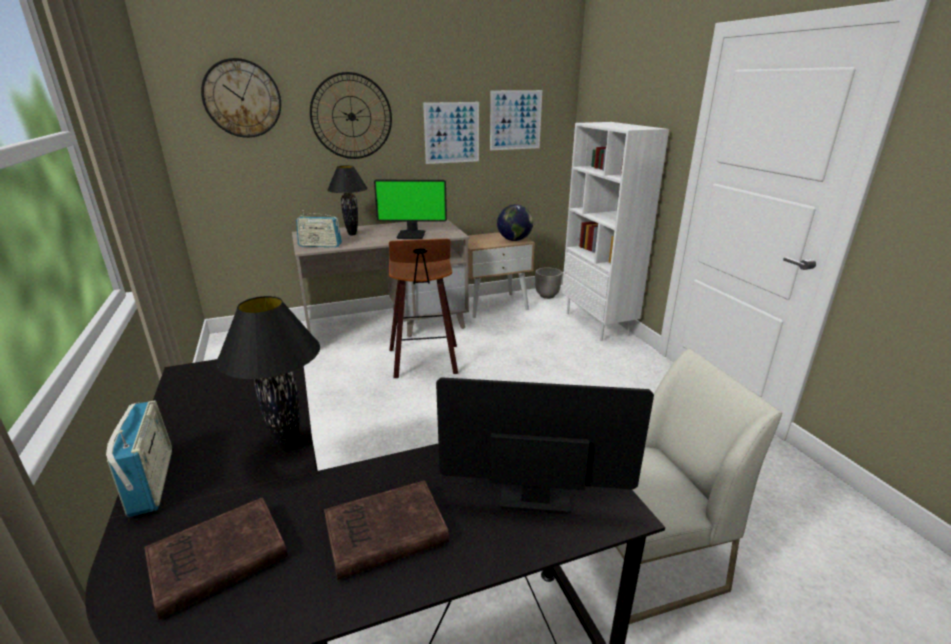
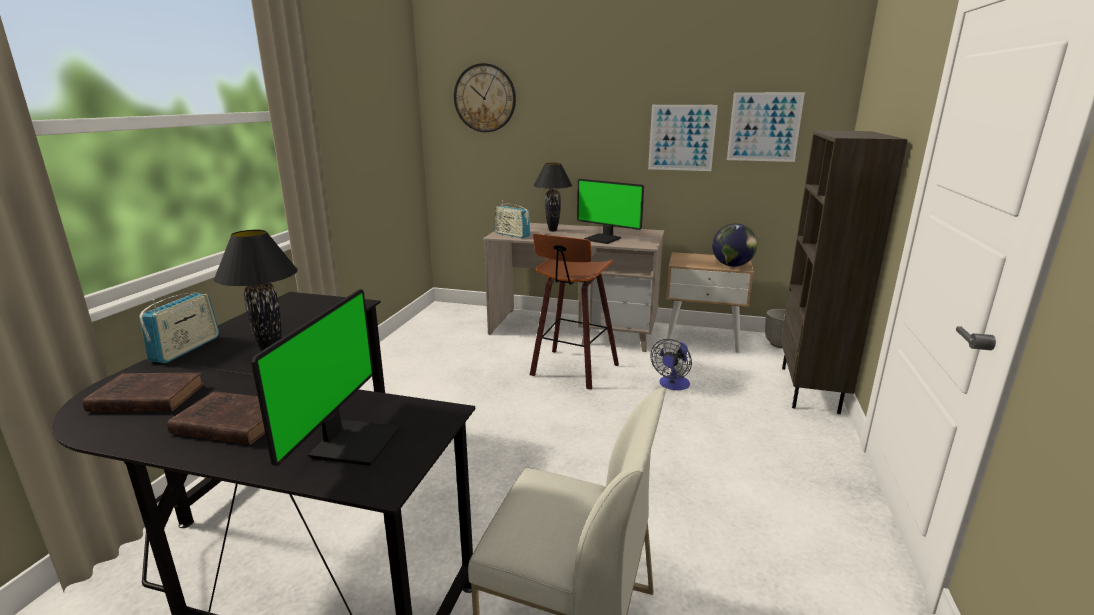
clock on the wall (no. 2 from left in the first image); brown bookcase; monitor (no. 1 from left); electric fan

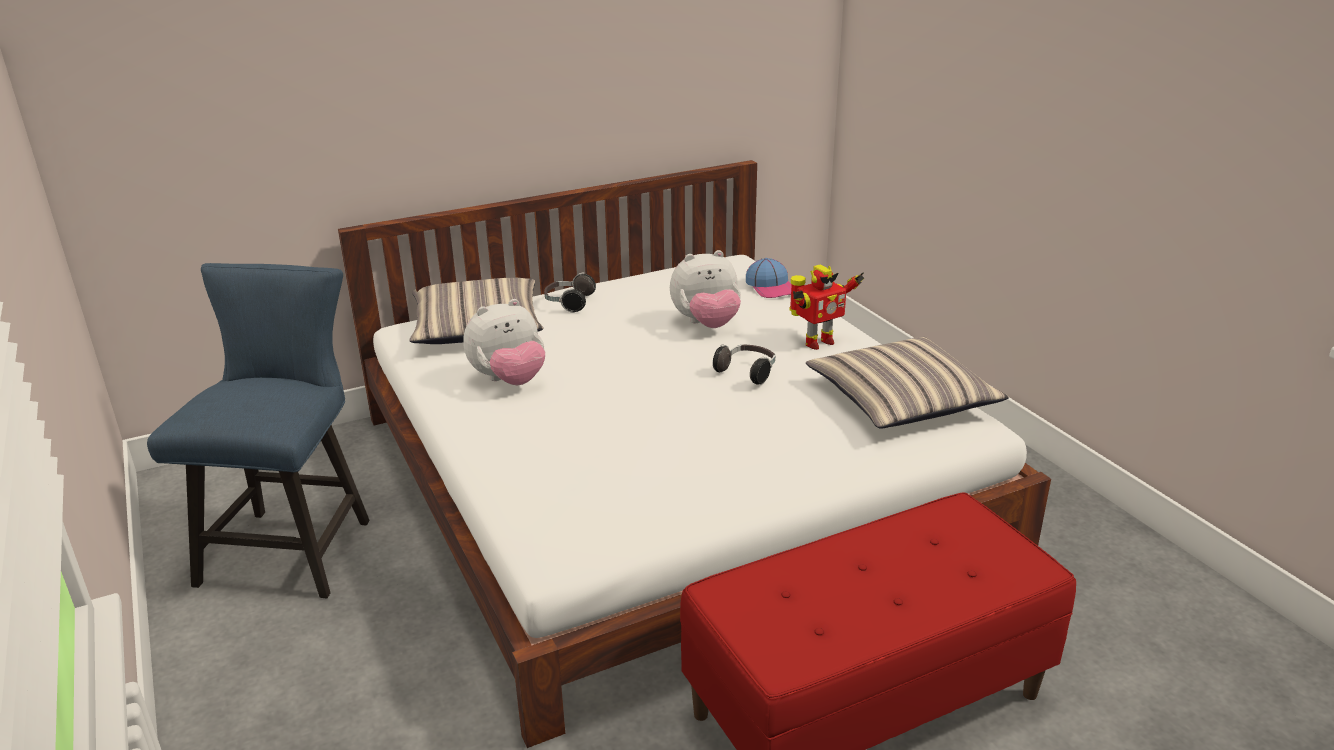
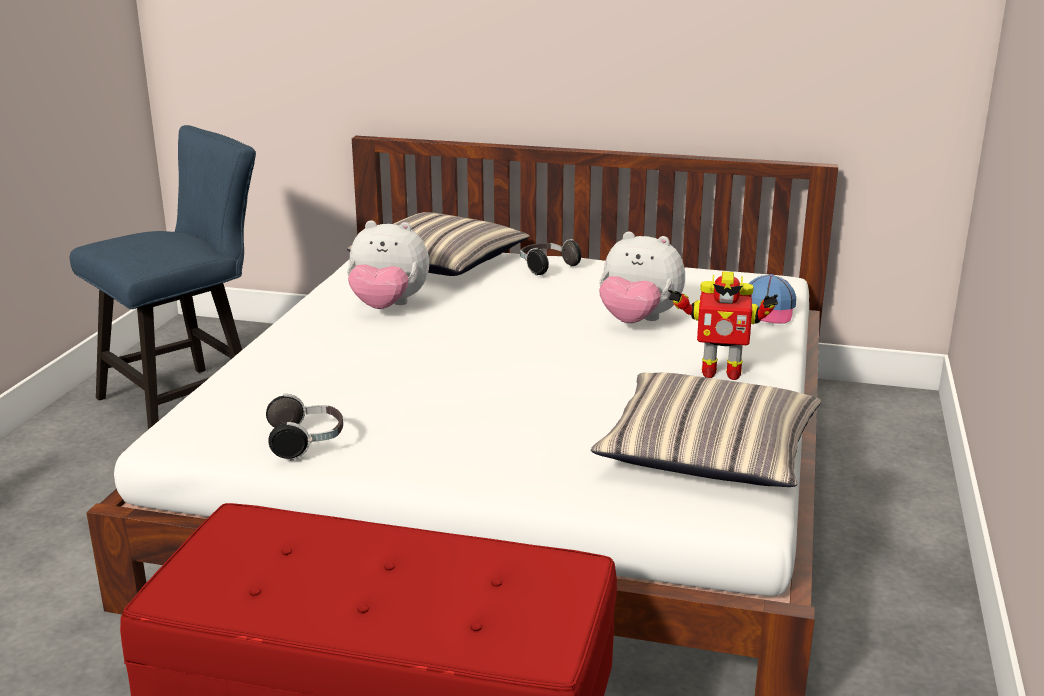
headset (no. 1 from left)

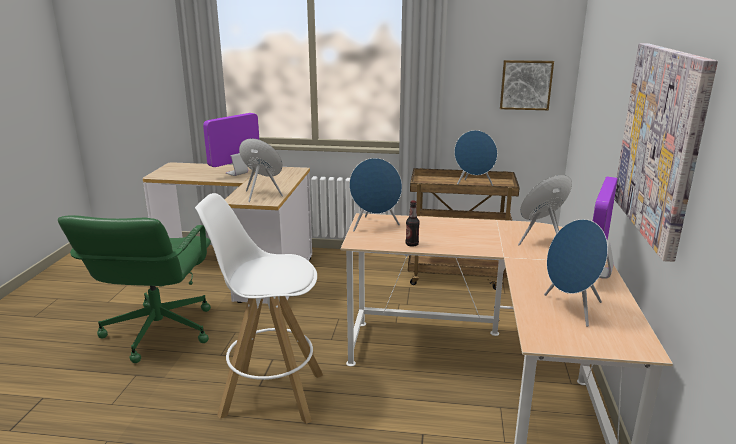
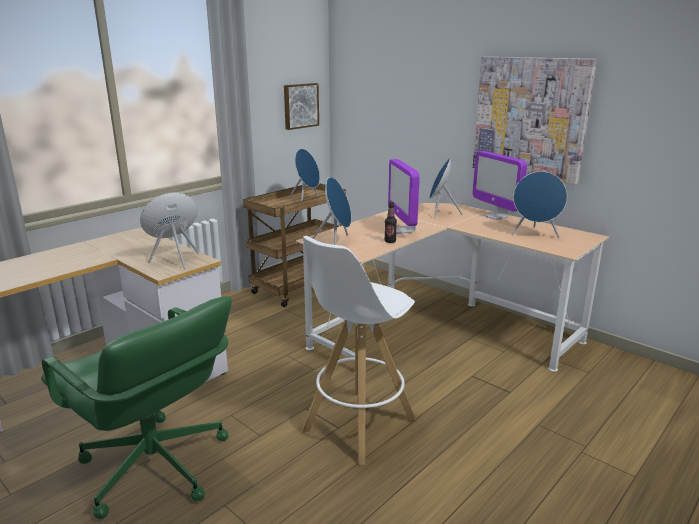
monitor (no. 1 from left)

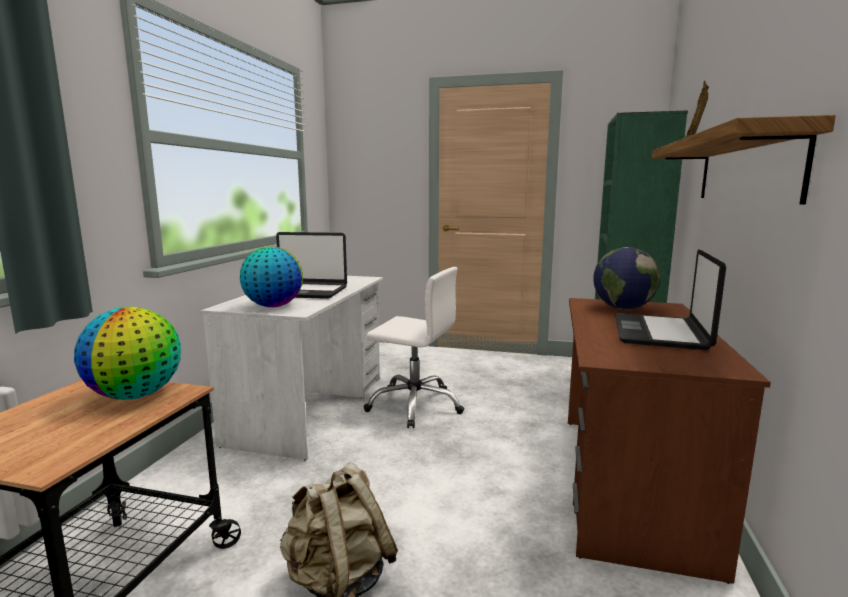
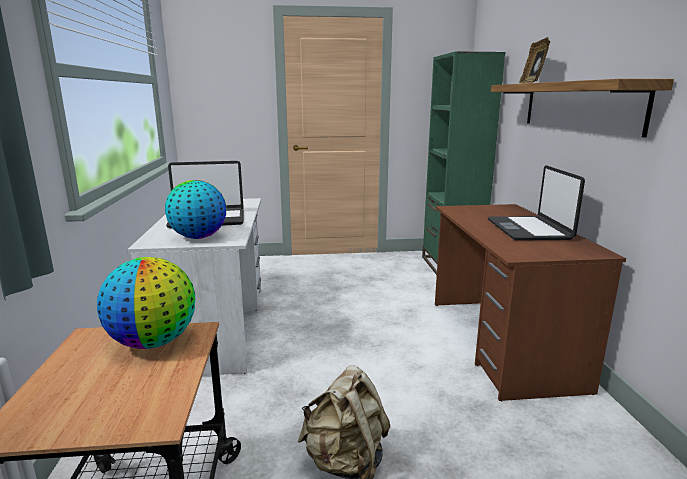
desk globe (no. 3 from left in the first image); white-coloured computer chair

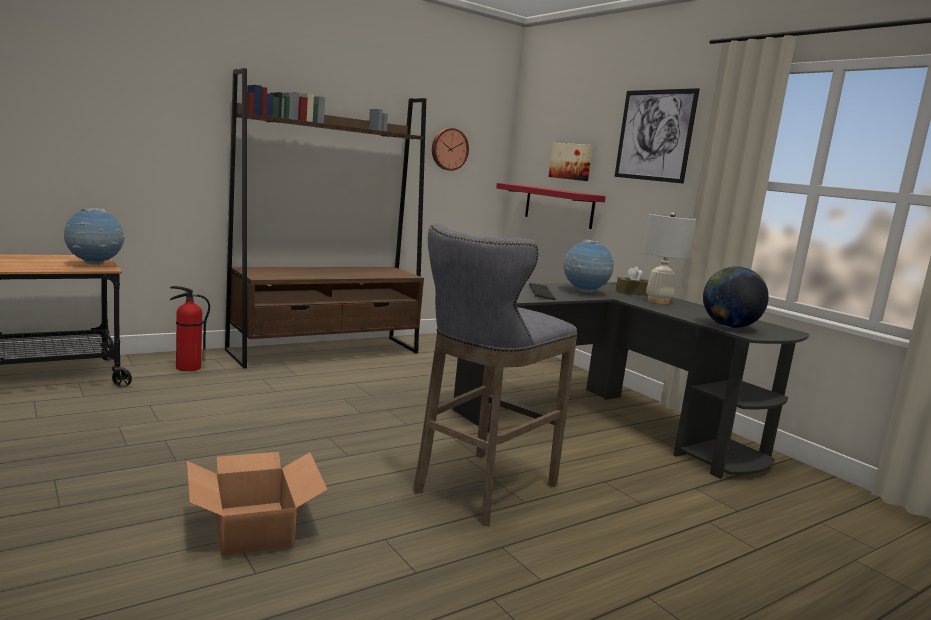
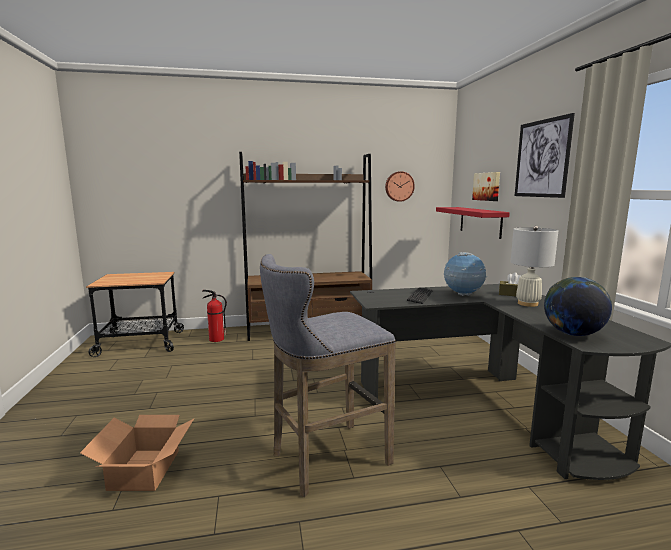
desk globe (no. 1 from left in the first image)

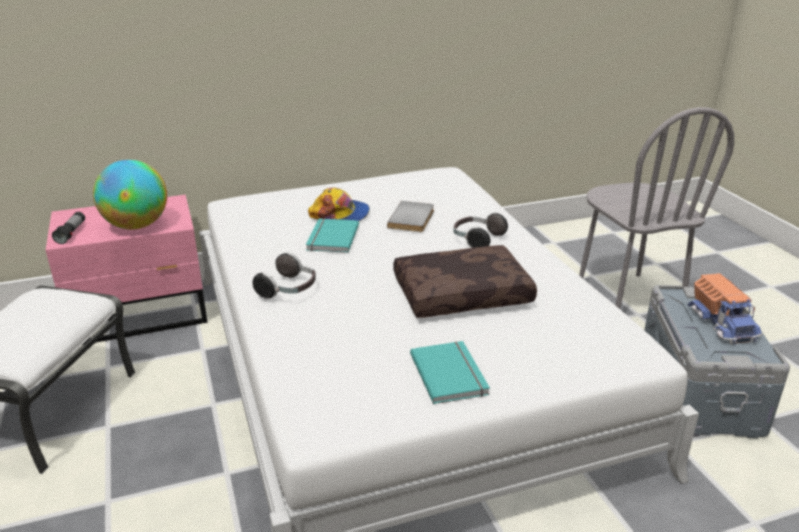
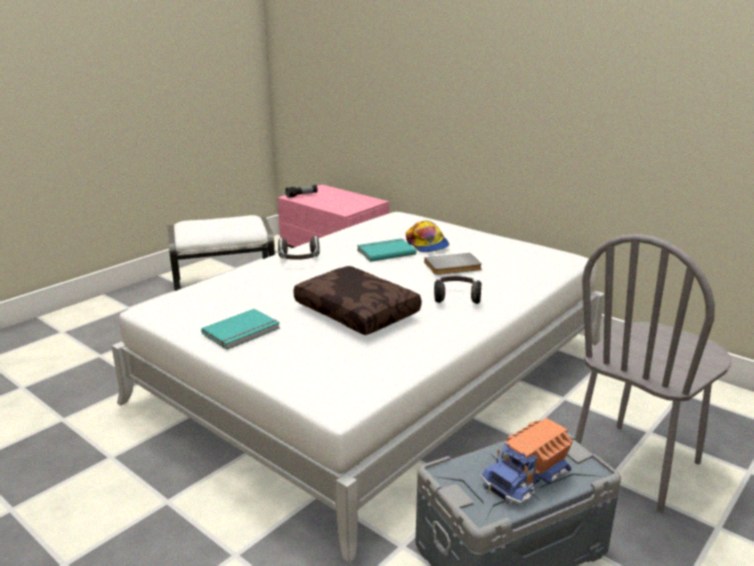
desk globe

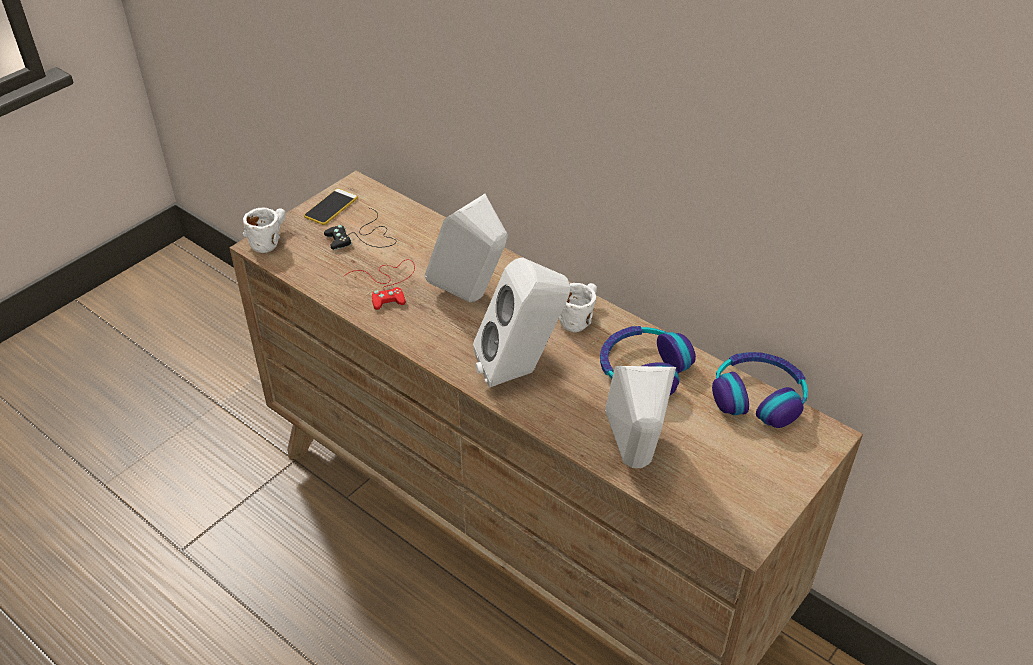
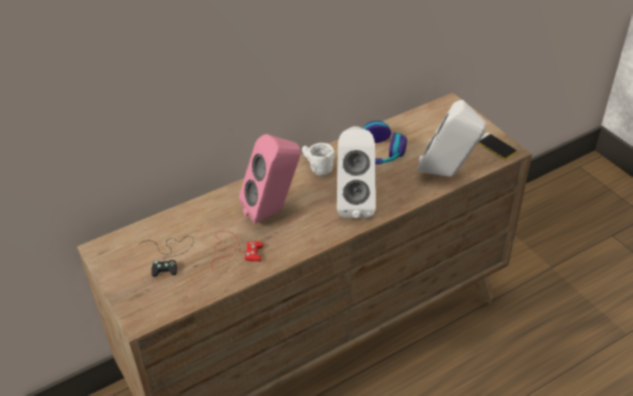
telephone; pink-coloured loudspeaker; white-coloured tea mug (no. 1 from left in the first image); headset (no. 2 from left in the first image)

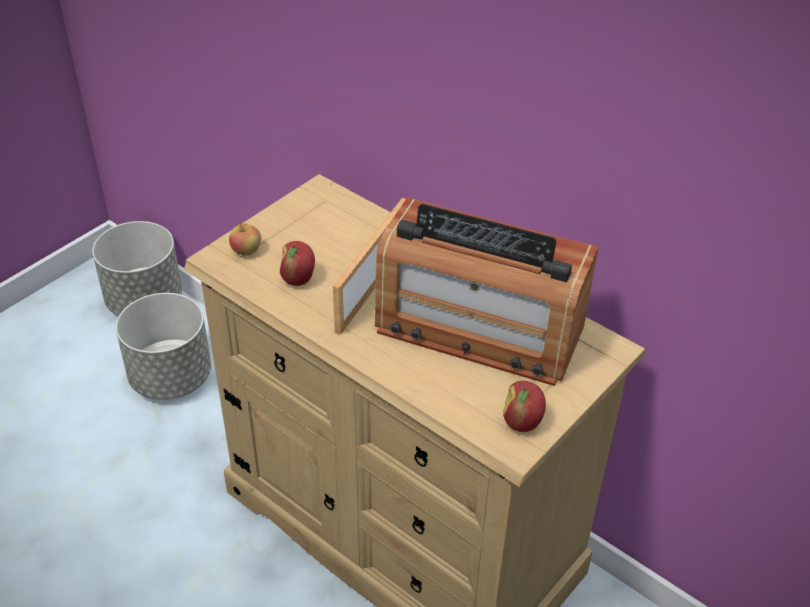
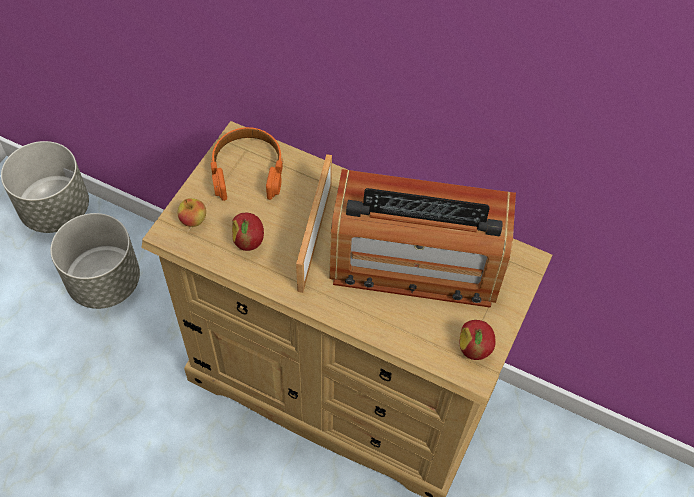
orangey headset

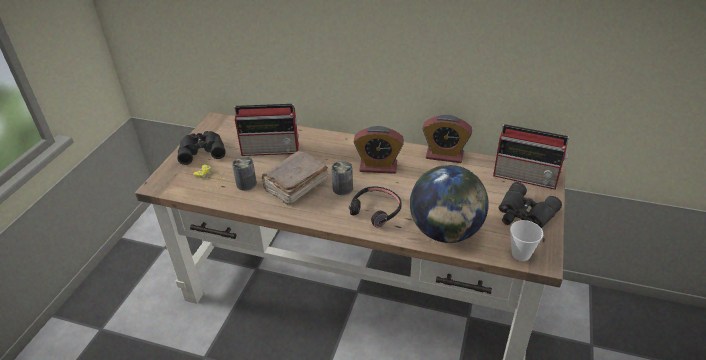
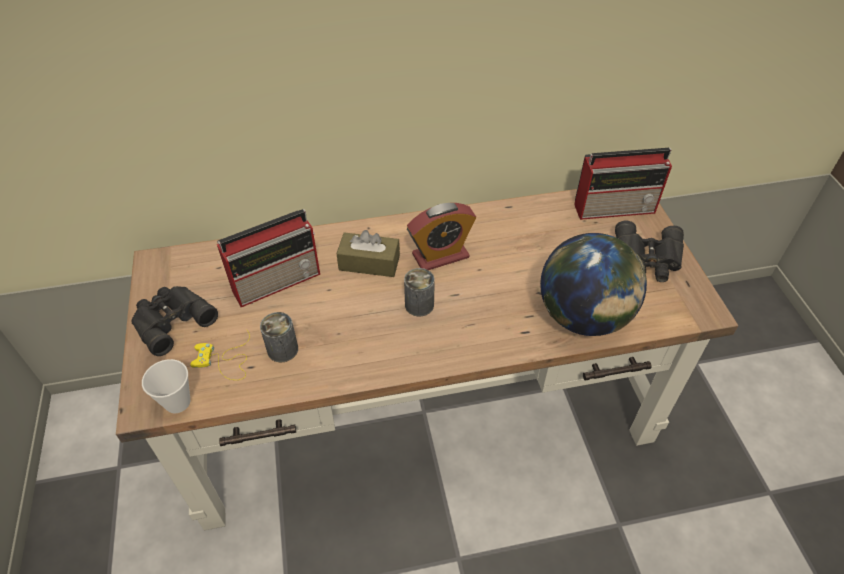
table clock (no. 2 from left in the first image); brown bound book; black-coloured headset; drinking cup; brown box of tissues

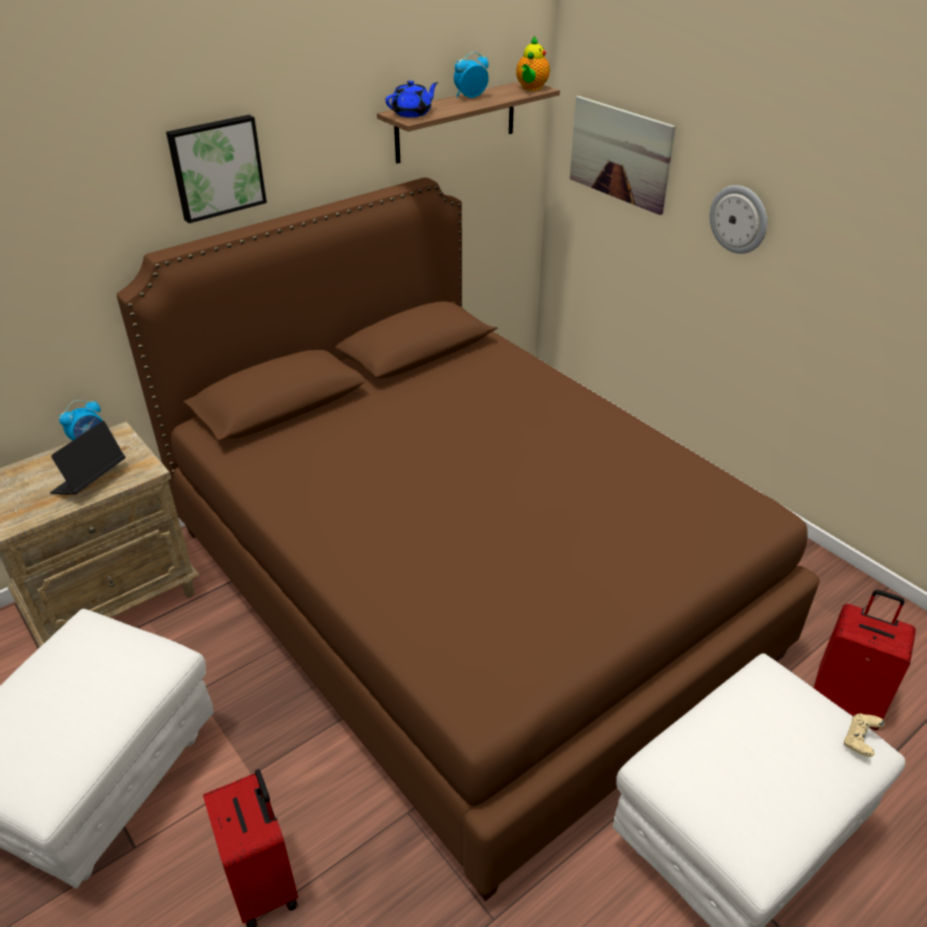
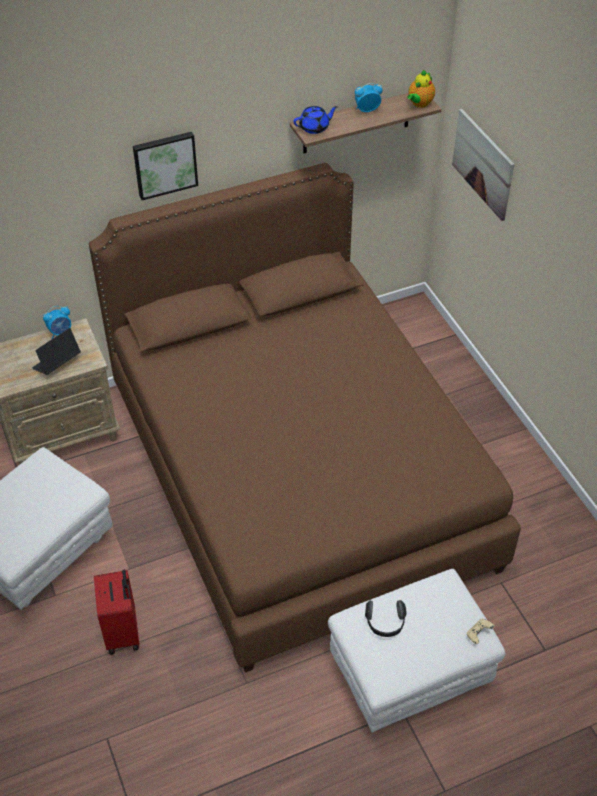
clock on the wall; red travel case (no. 2 from left in the first image); headset

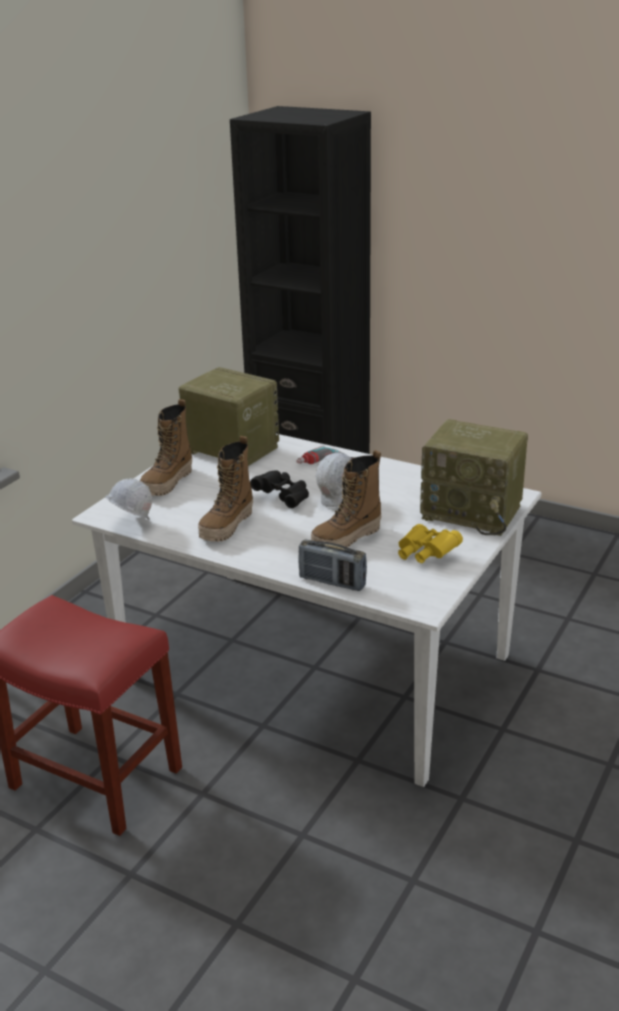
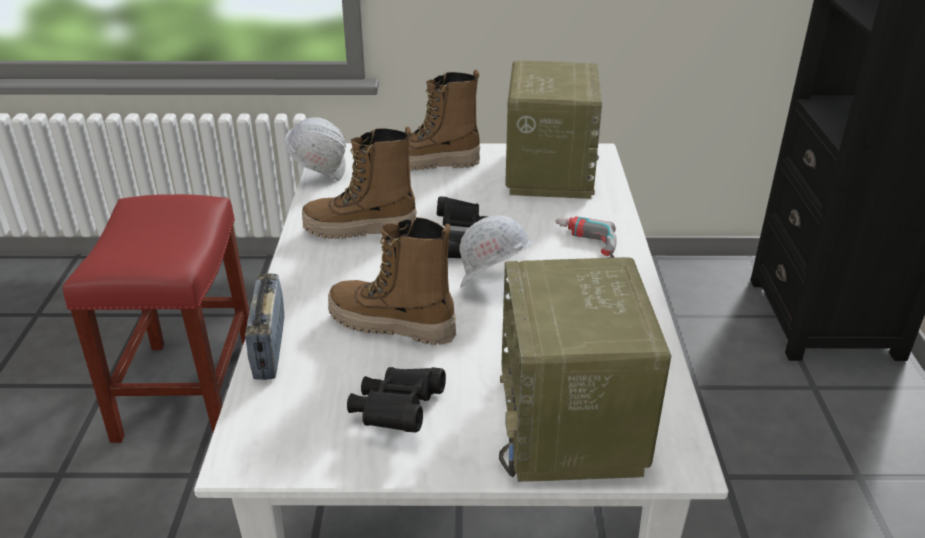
black-coloured pair of binoculars (no. 1 from left)

